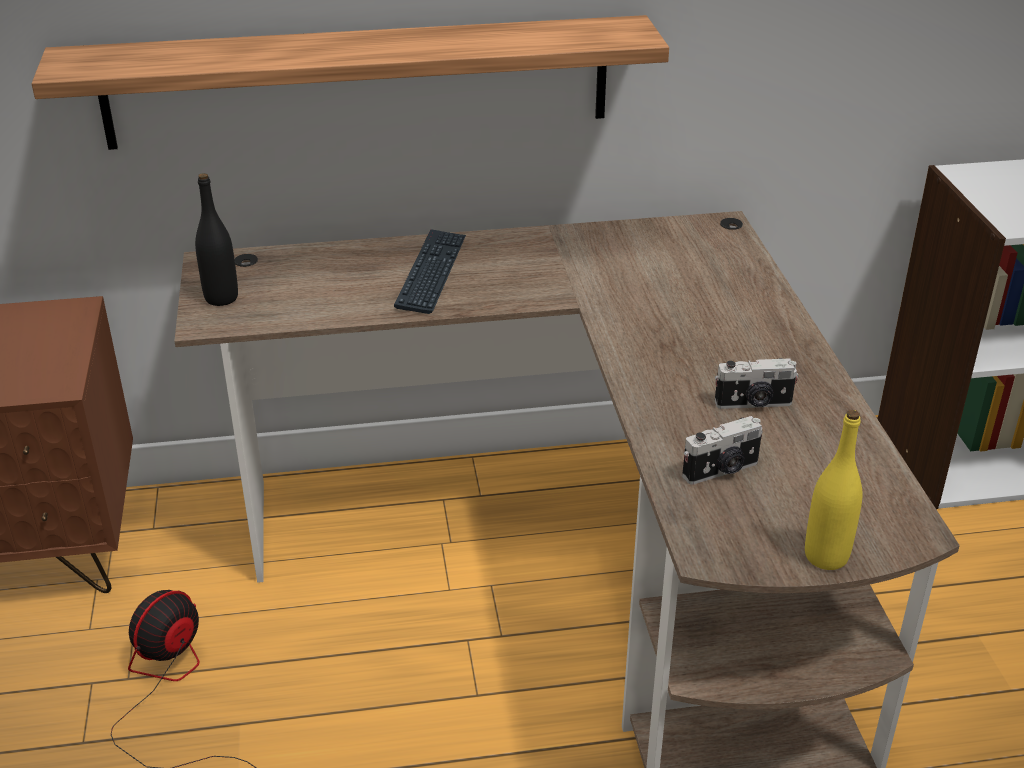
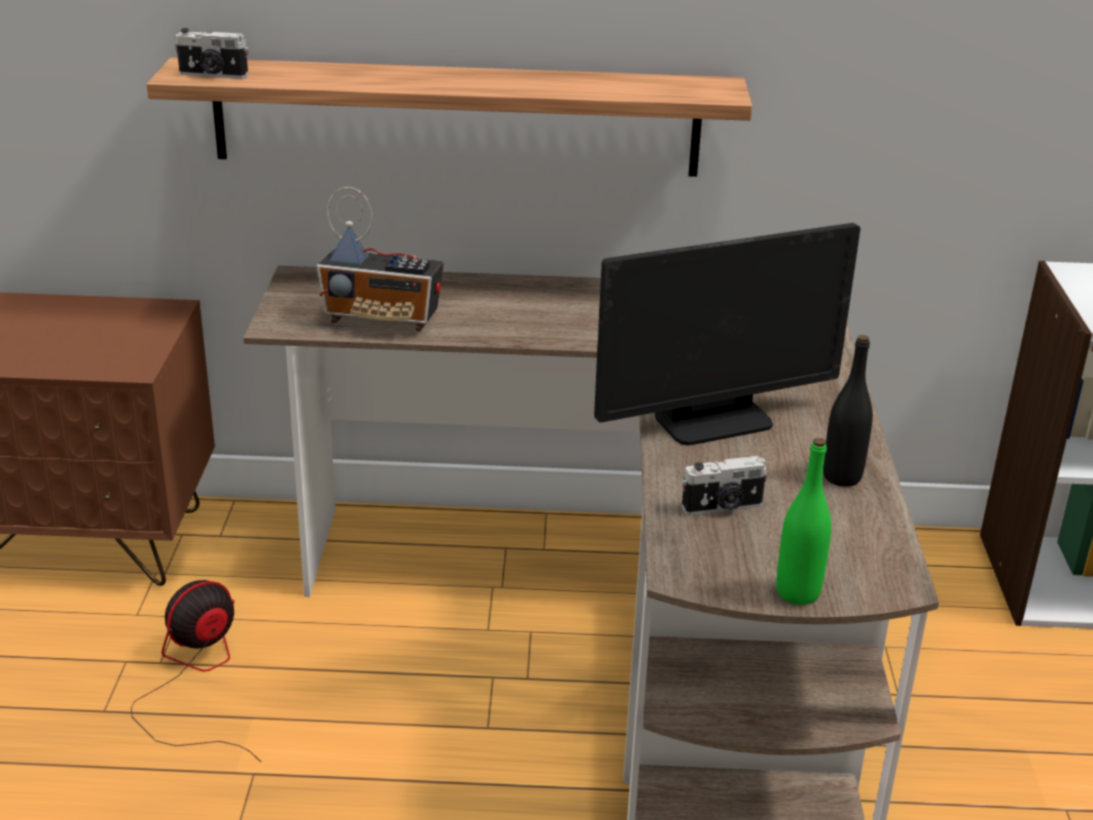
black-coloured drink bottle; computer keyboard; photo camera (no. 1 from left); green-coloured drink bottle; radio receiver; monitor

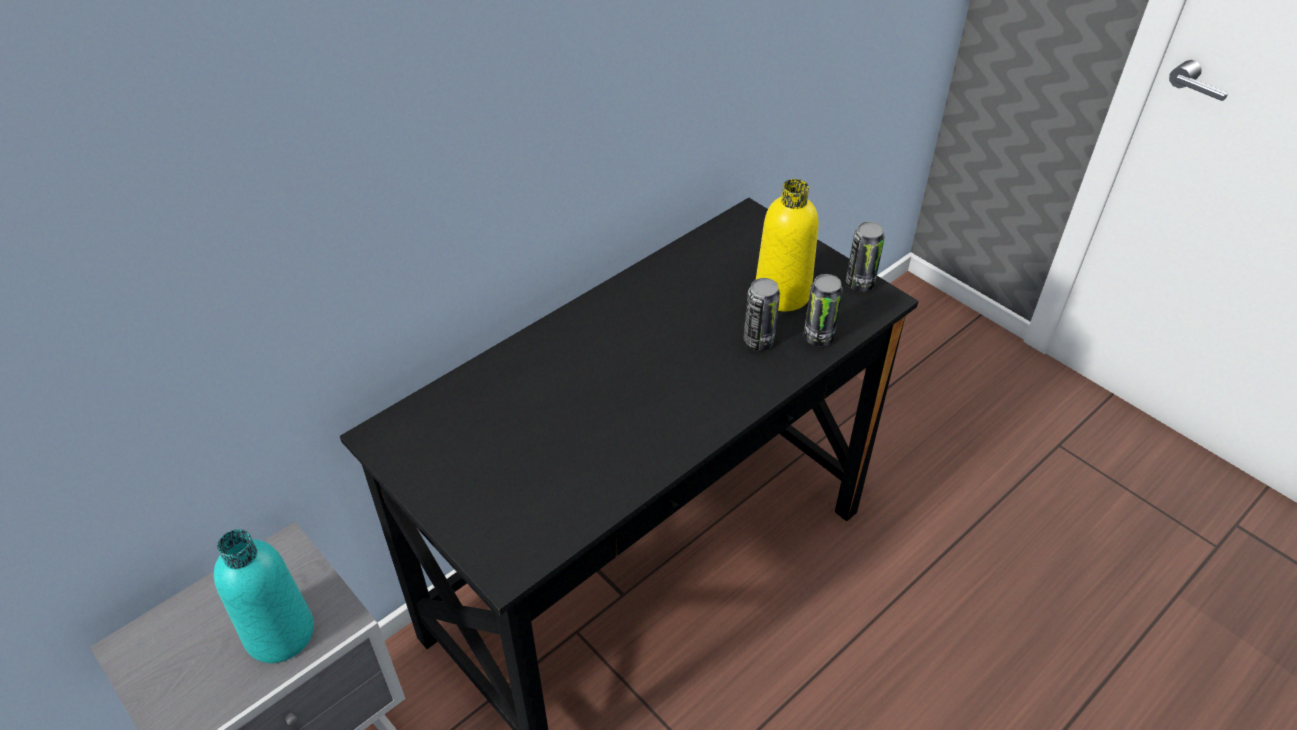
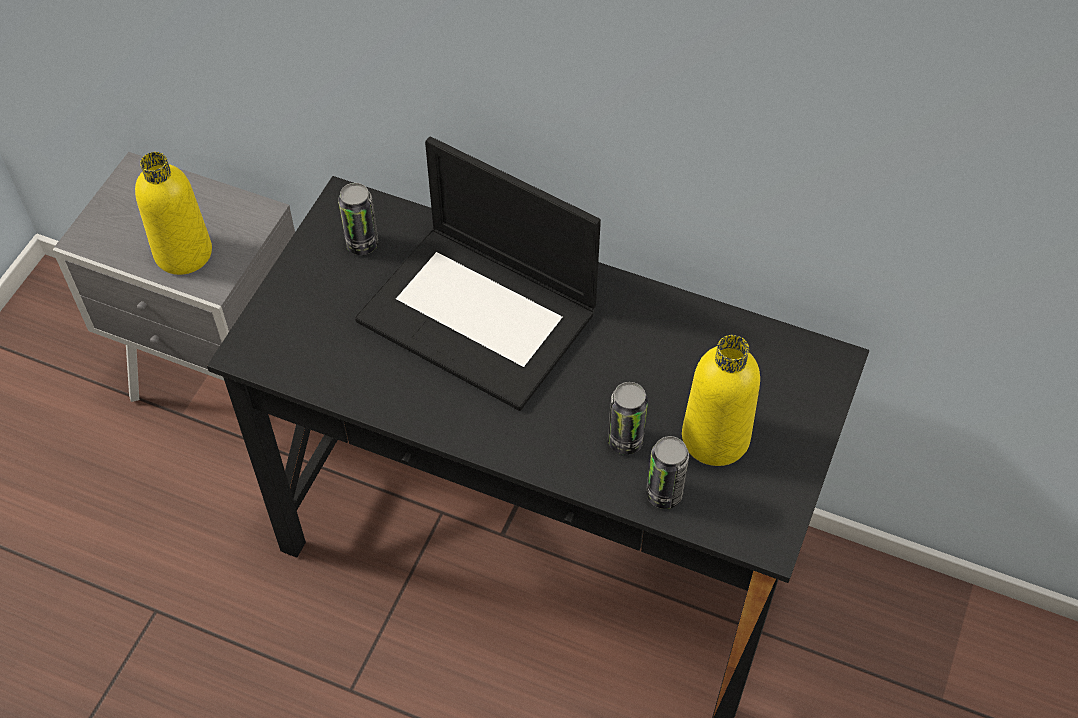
sealed can (no. 1 from left); yellow-coloured drink bottle (no. 1 from left); notebook computer

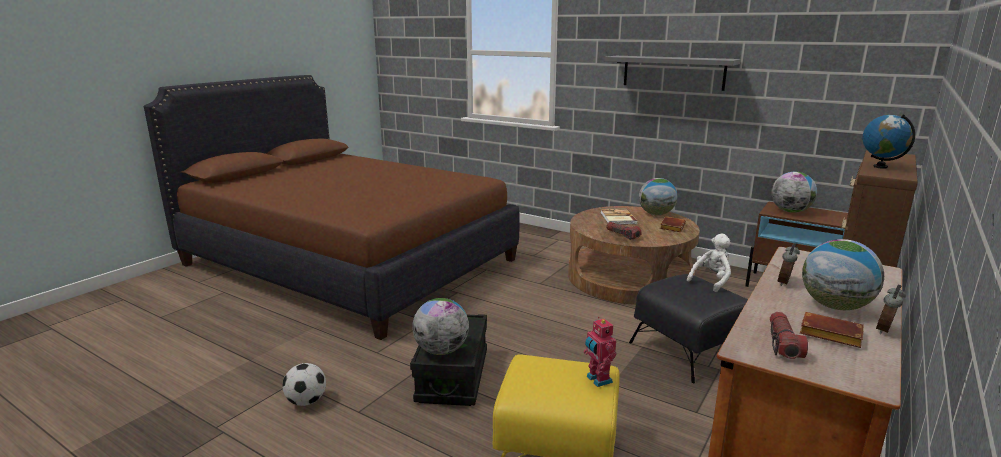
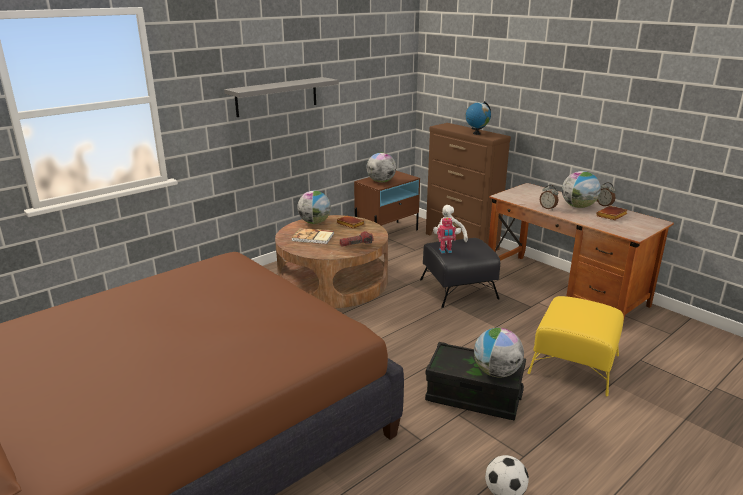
torch (no. 2 from left in the first image); toy robot

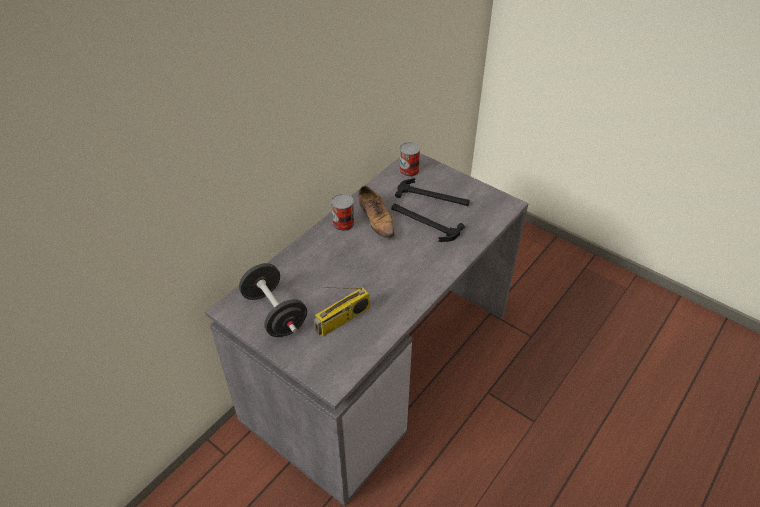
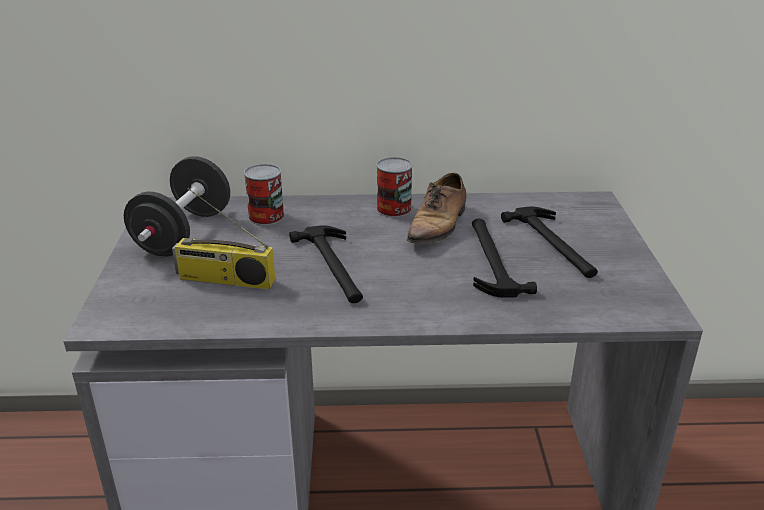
sealed can (no. 1 from left); tool hammer (no. 1 from left)

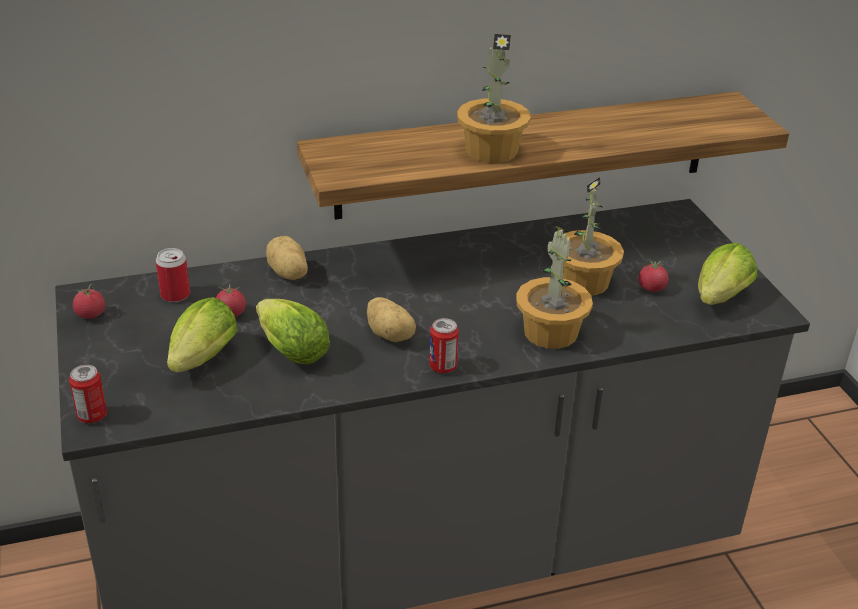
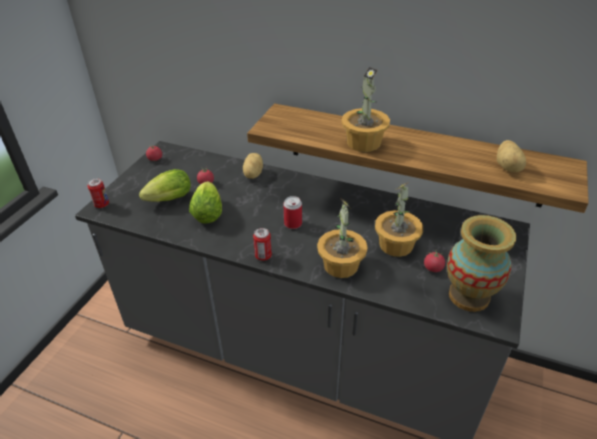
vase; sealed can (no. 3 from left); spud (no. 2 from left)

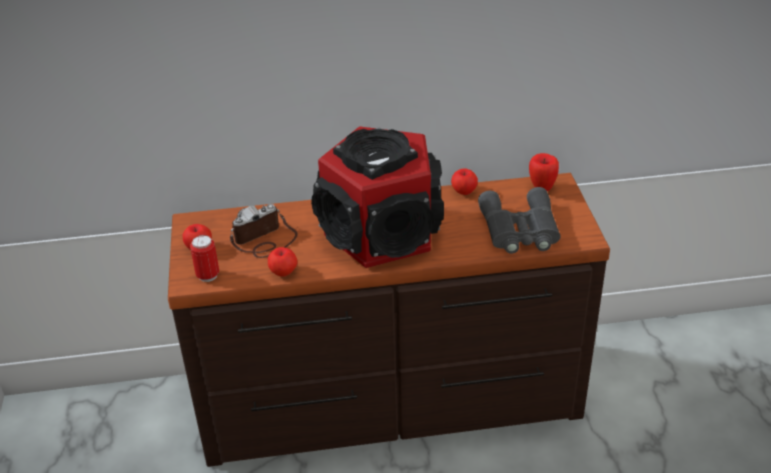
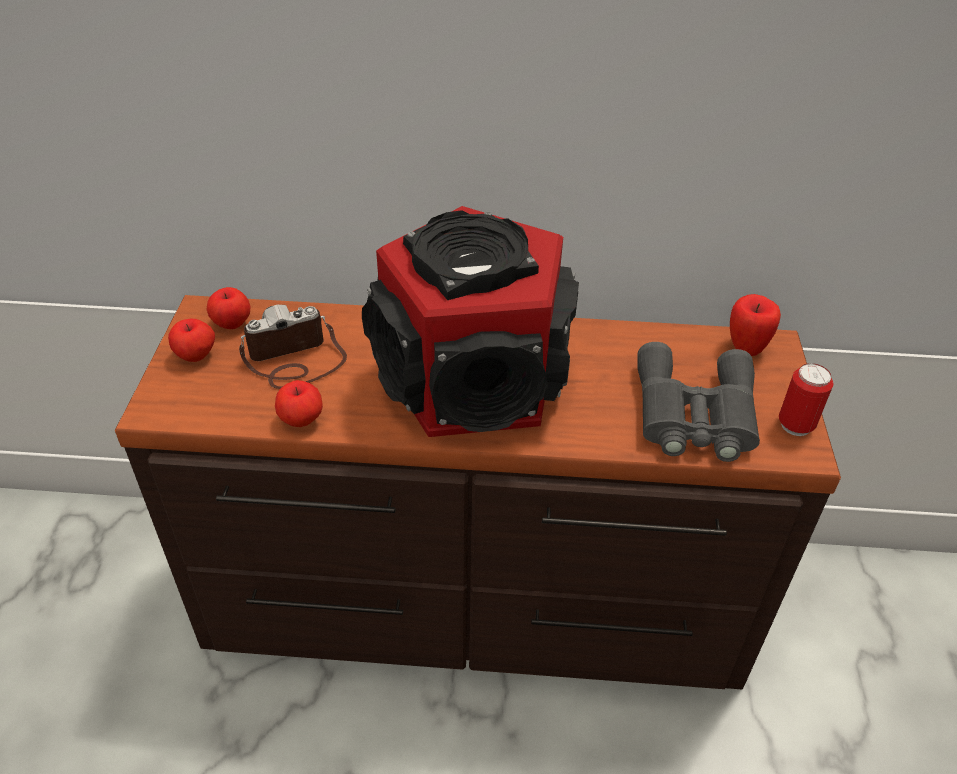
apple (no. 2 from left); sealed can

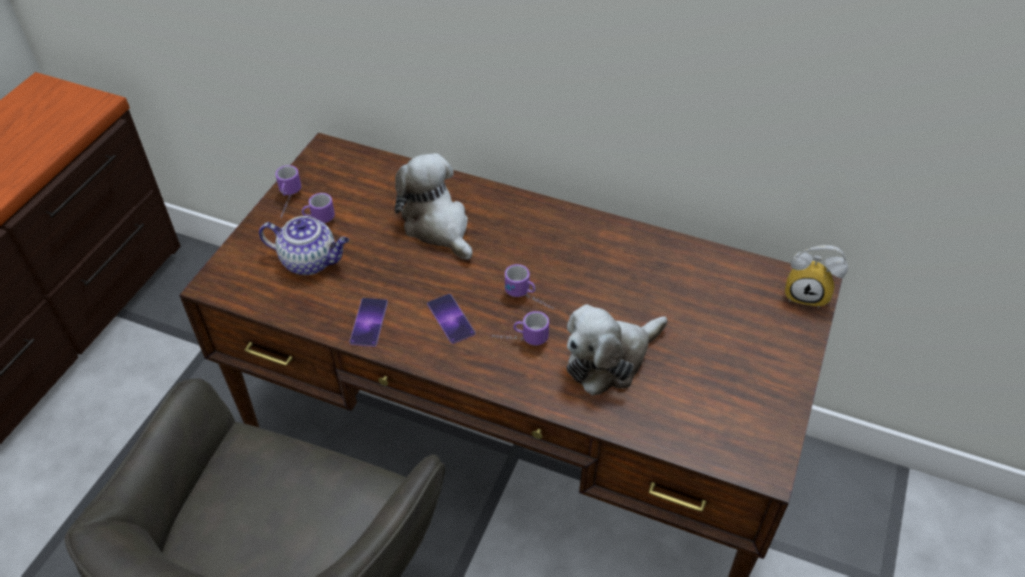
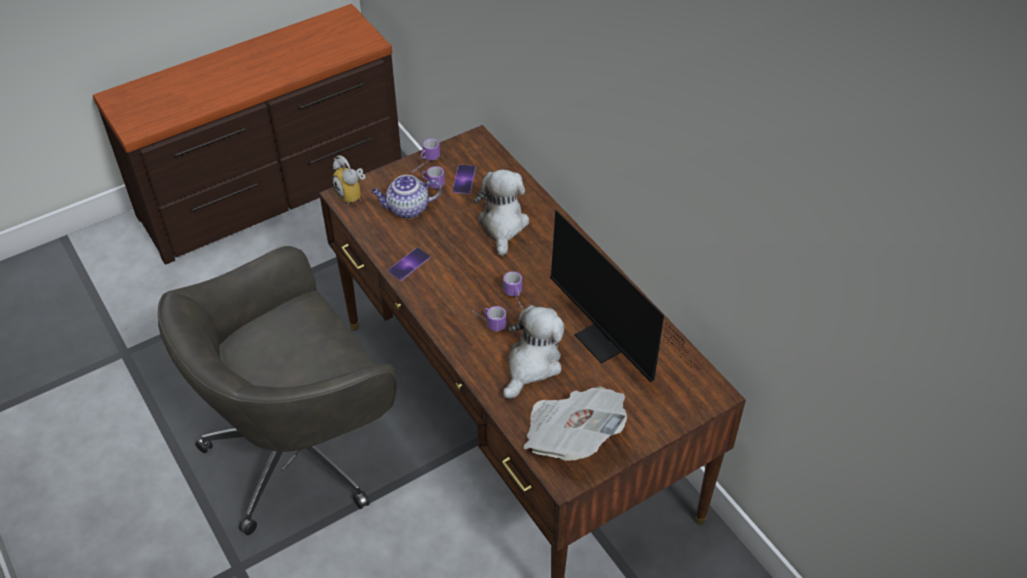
tea pot; table clock; telephone (no. 2 from left); soft toy (no. 2 from left); monitor; printed paper

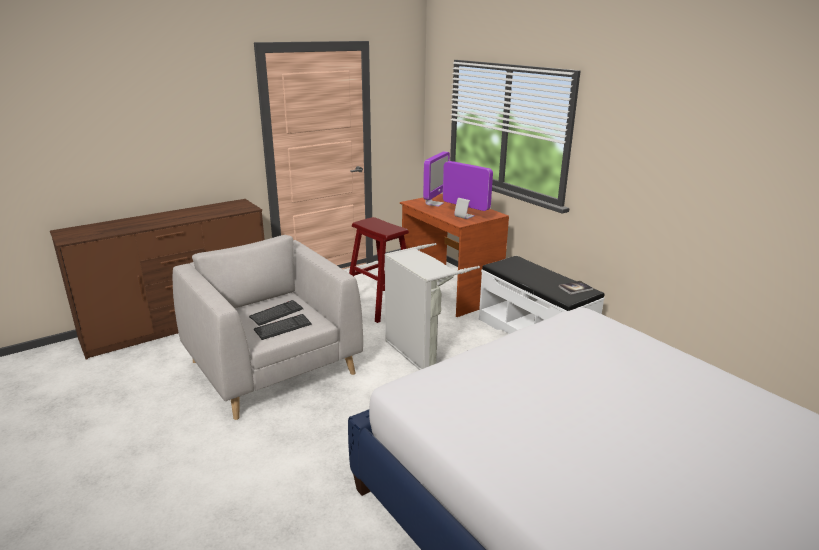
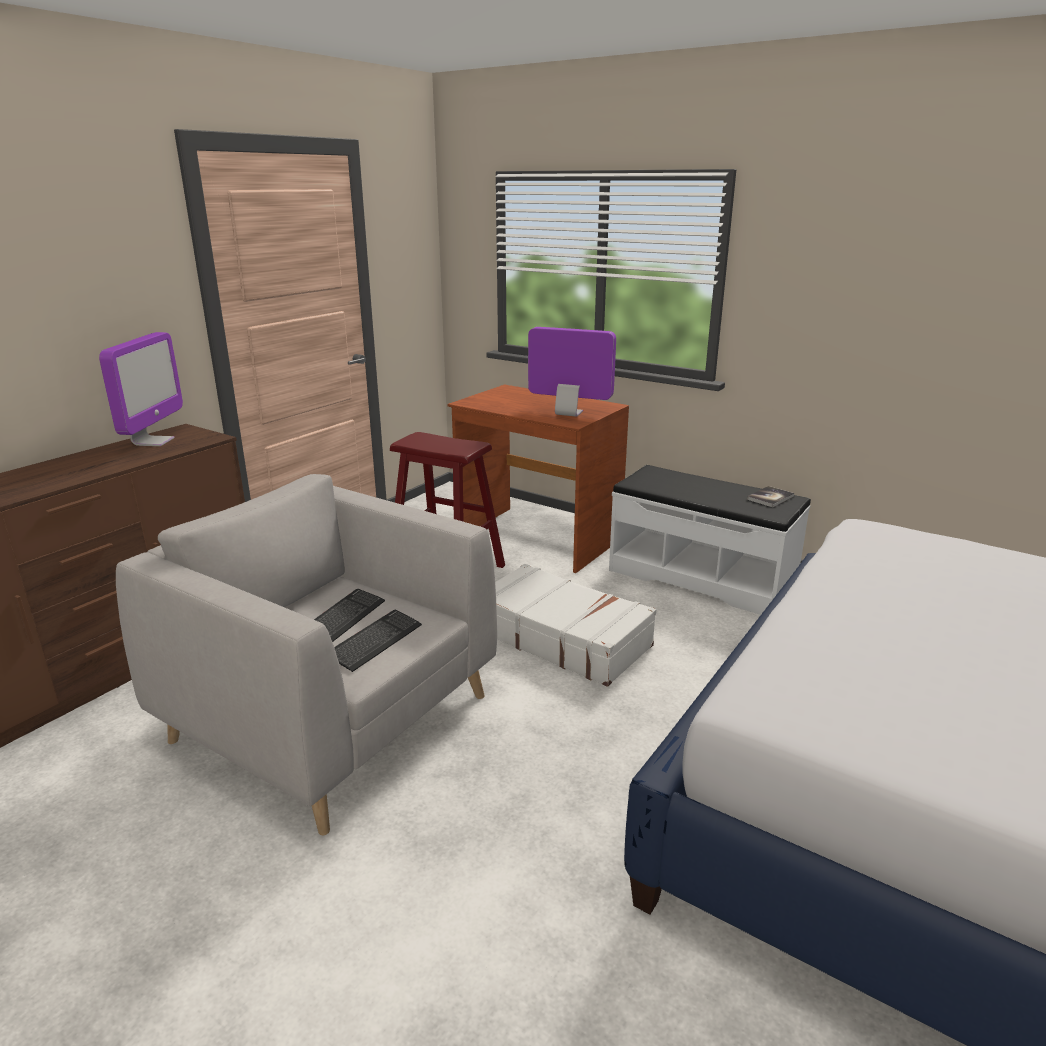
monitor (no. 1 from left); white-coloured travel case

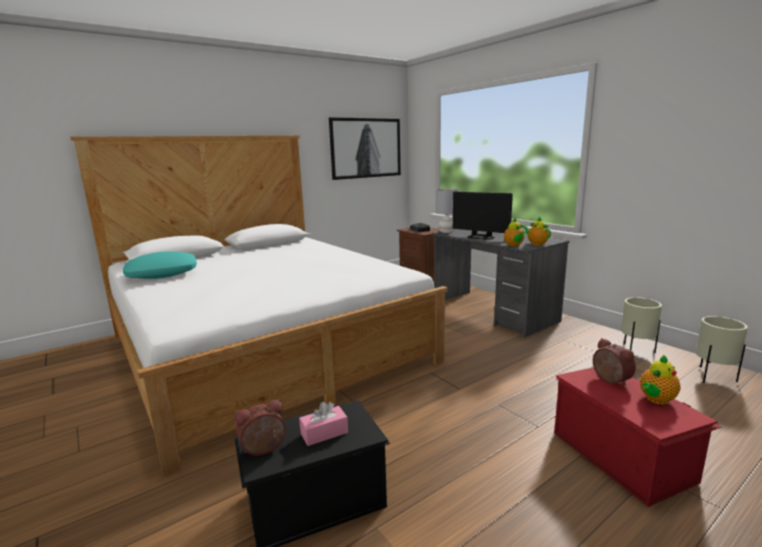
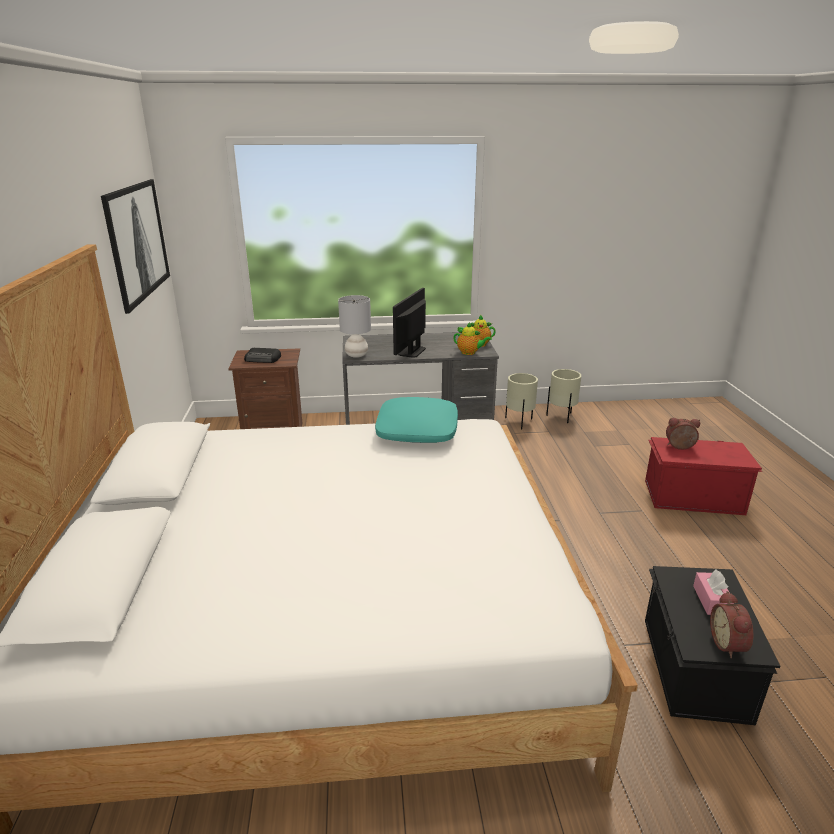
monitor; turquoise cushion; beige flower pot (no. 1 from left); tea pot (no. 3 from left in the first image)

